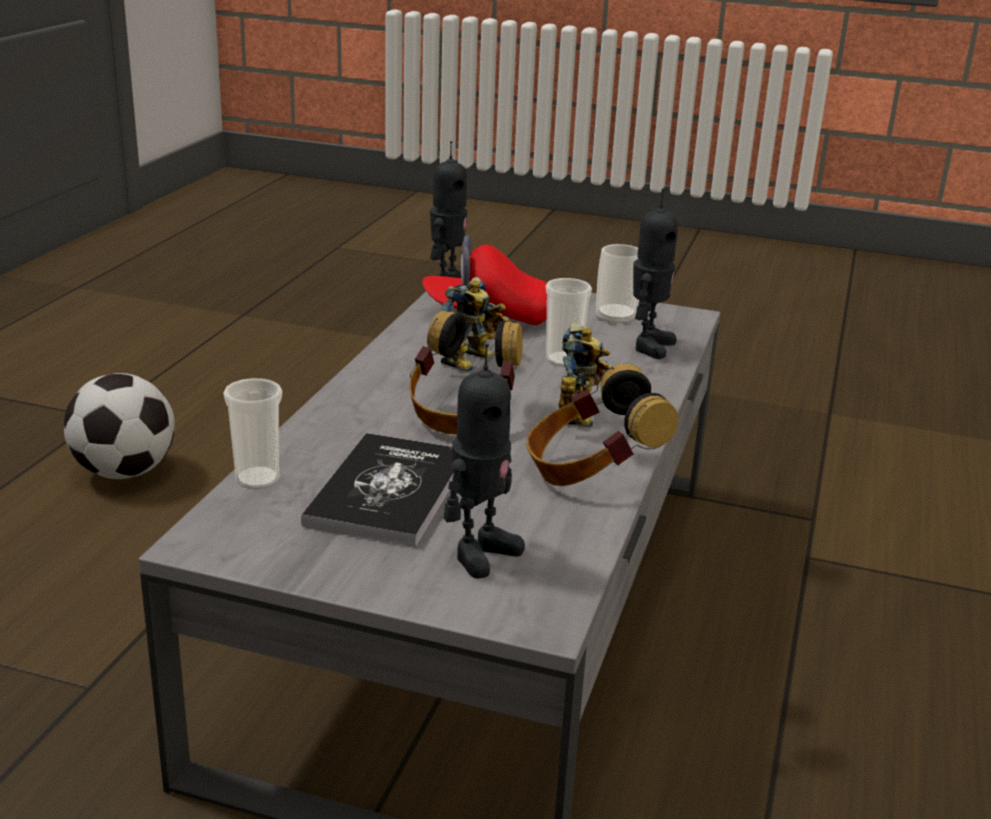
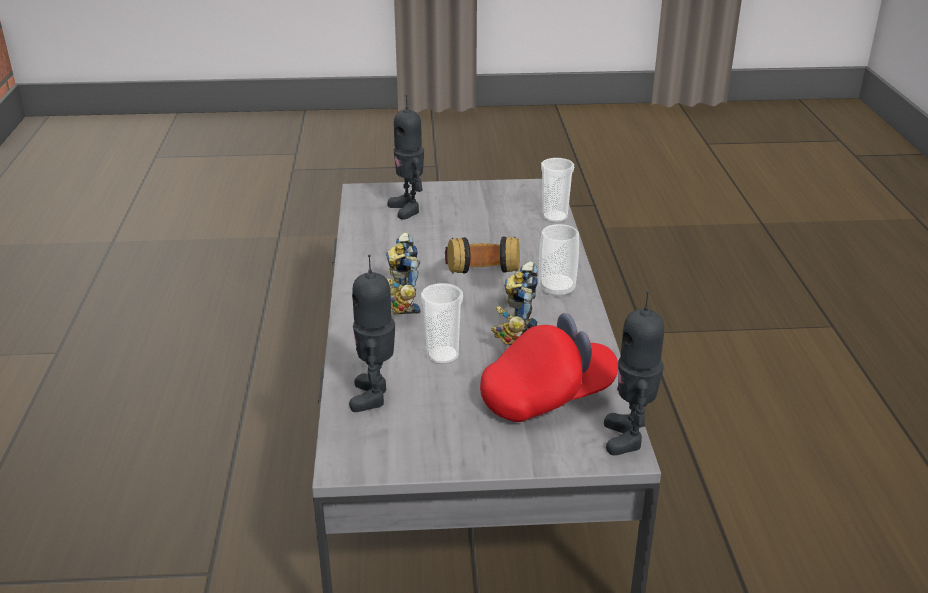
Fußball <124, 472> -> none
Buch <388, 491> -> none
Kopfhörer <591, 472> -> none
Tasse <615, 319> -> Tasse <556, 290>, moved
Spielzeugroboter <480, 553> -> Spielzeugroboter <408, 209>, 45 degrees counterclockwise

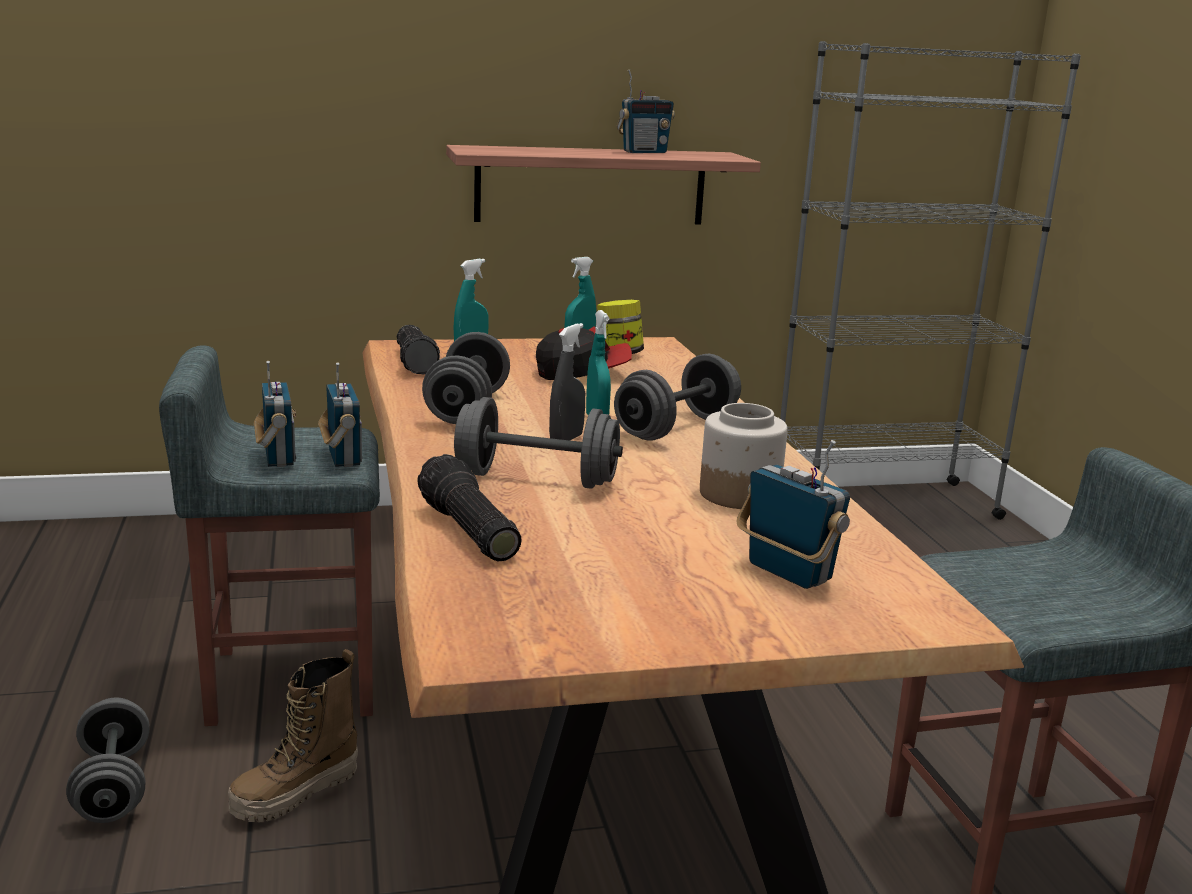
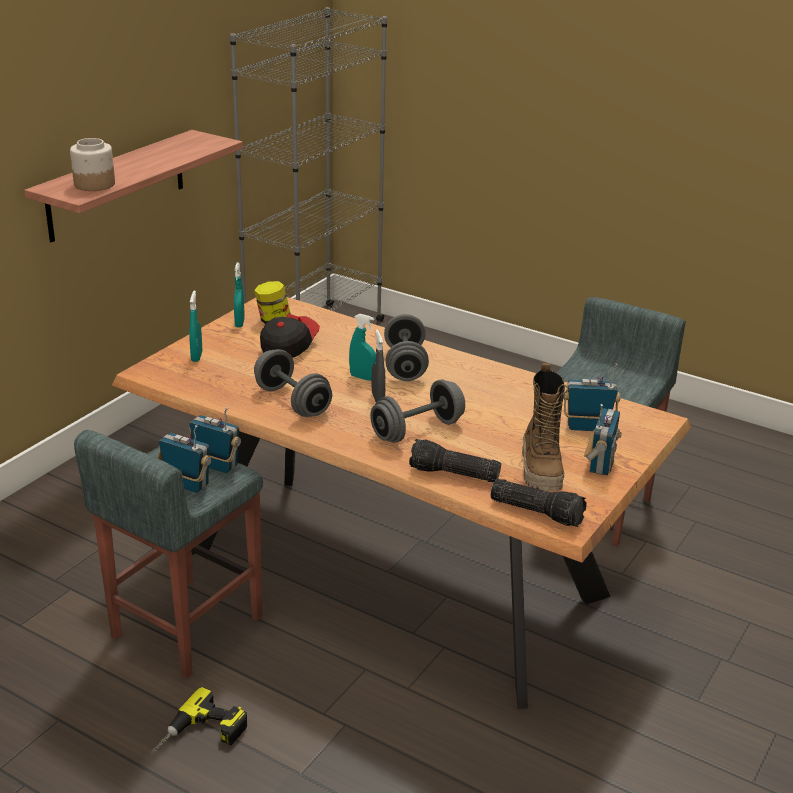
Stiefel <296, 793> -> Stiefel <541, 470>, moved
Taschenlampe <417, 362> -> Taschenlampe <537, 511>, moved
Radio <644, 152> -> Radio <600, 464>, moved
Vorratsglas <738, 494> -> Vorratsglas <94, 184>, moved
Hantel/grau <113, 786> -> Bohrmaschine <201, 737>

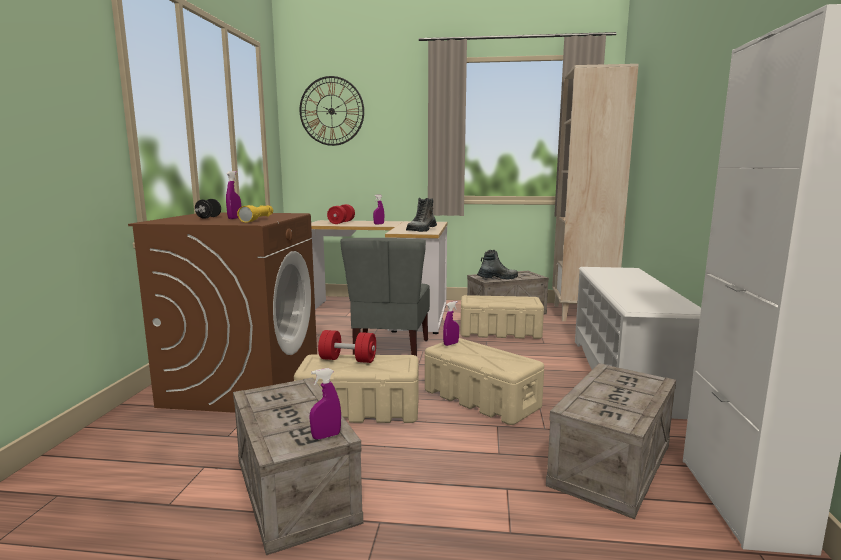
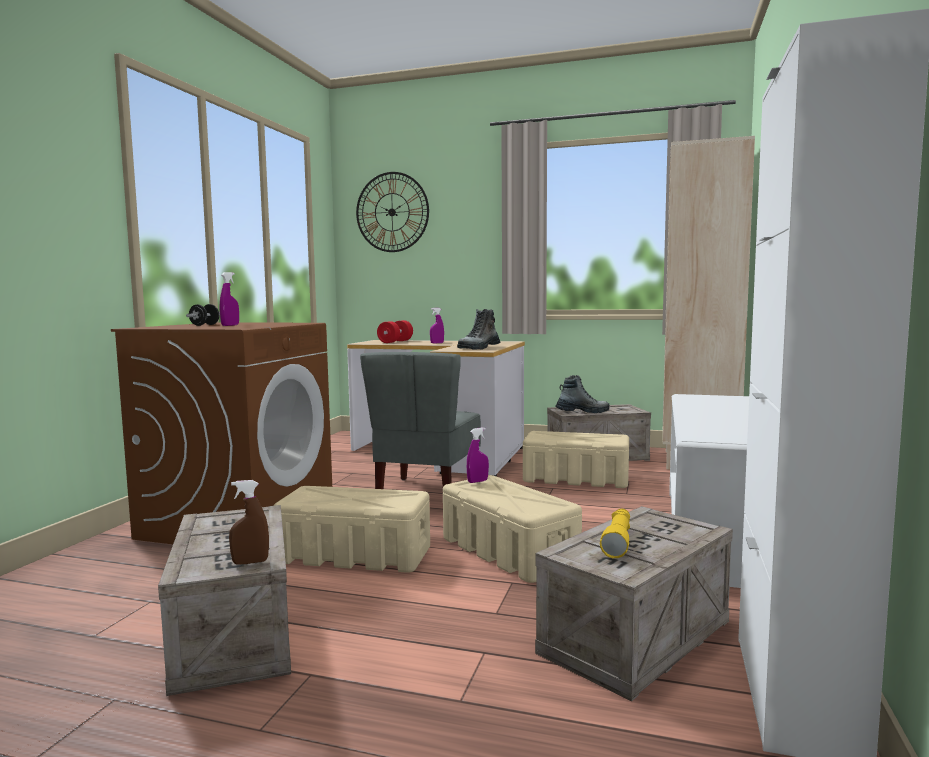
Hantel/rot <348, 360> -> none
Taschenlampe/gelb <258, 219> -> Taschenlampe/gelb <618, 541>, moved
Sprühflasche/lila <326, 436> -> Sprühflasche/braun <250, 562>

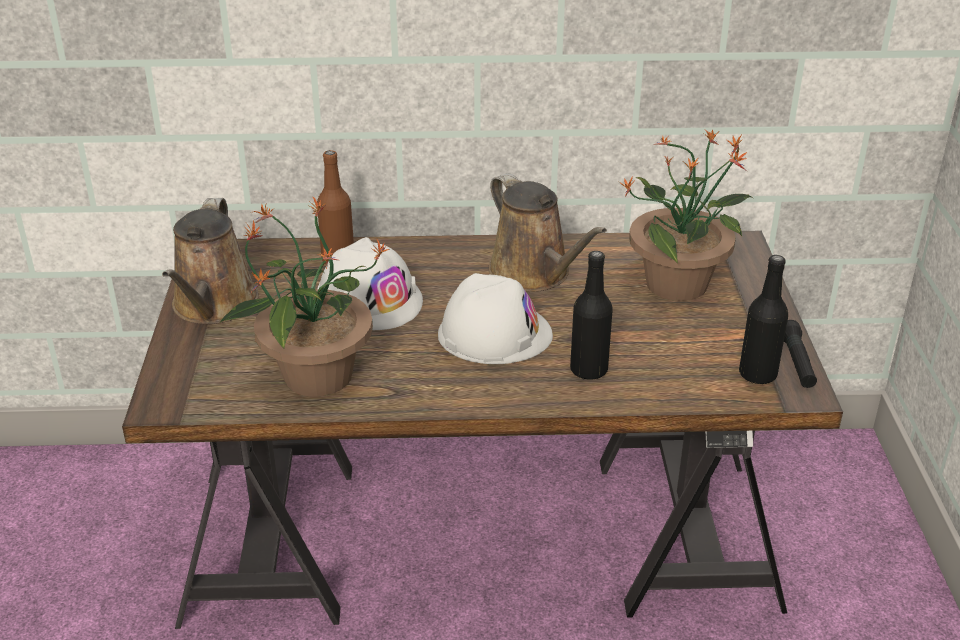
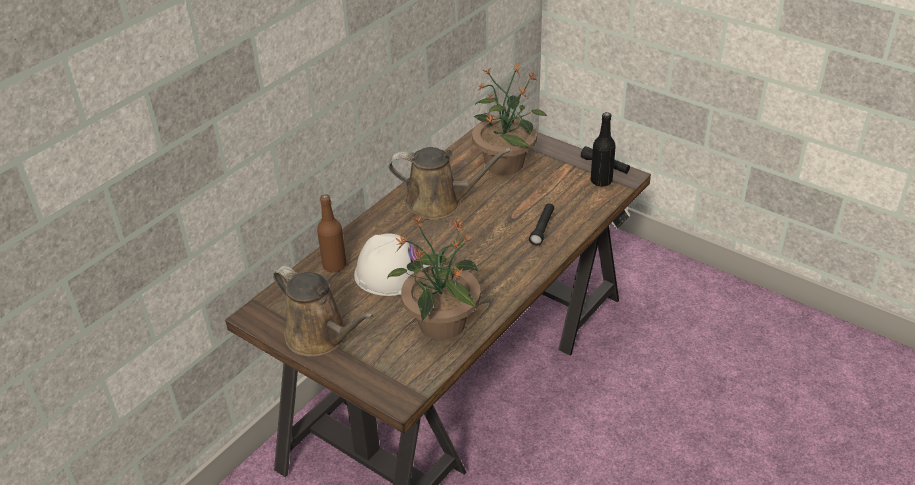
Schutzhelm/weiß <494, 333> -> none
Flasche/schwarz <588, 370> -> Taschenlampe/schwarz <542, 228>

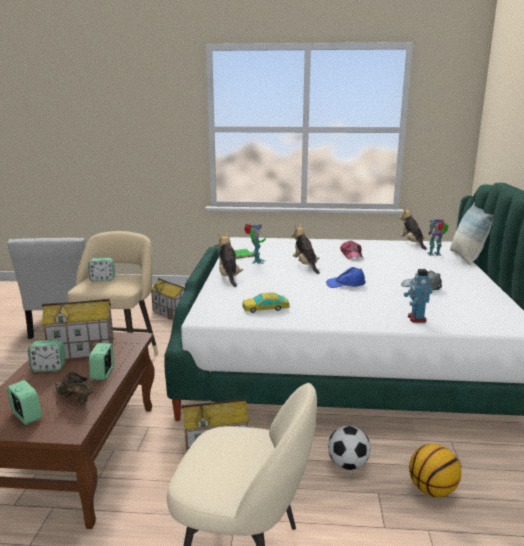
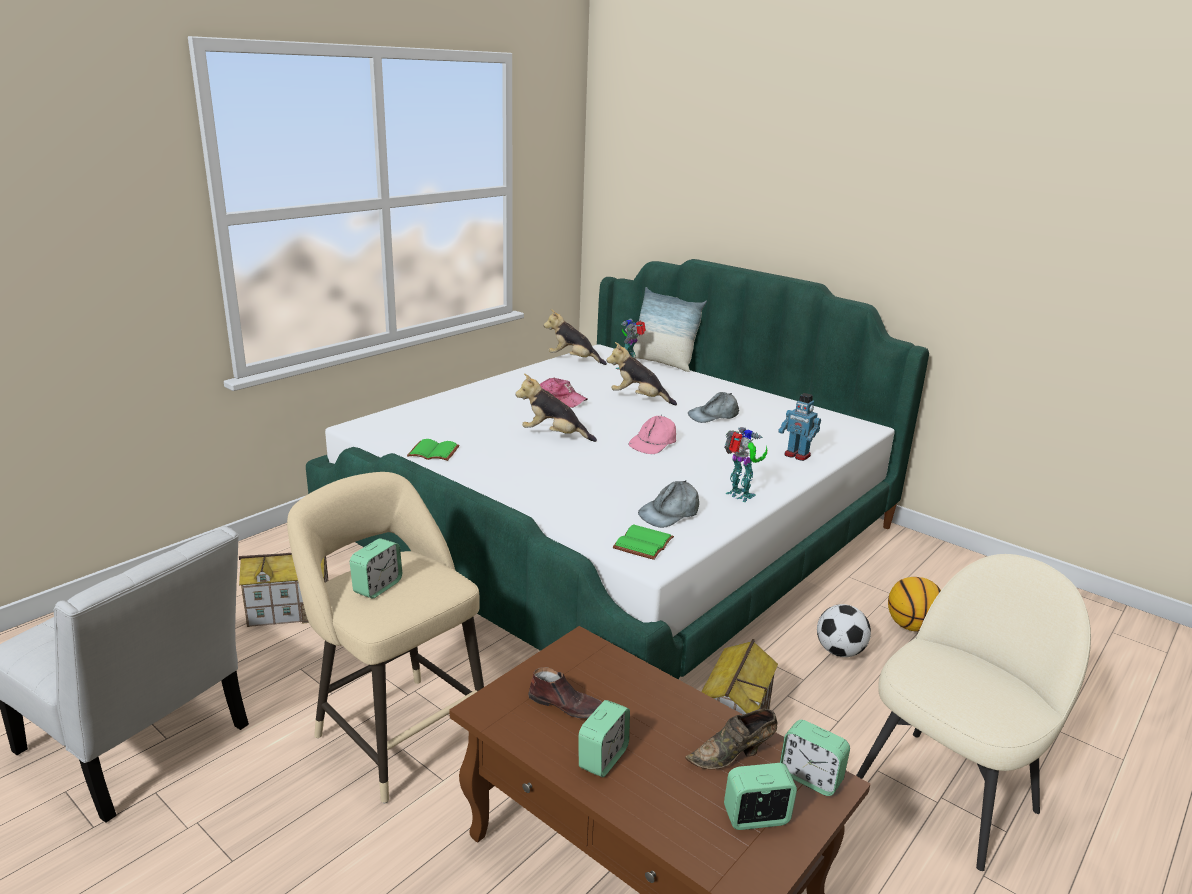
none -> Buch/grün <644, 545>
Wecker <103, 374> -> Wecker <810, 777>, moved
Plüschtier <229, 277> -> Plüschtier <639, 399>, moved
Spielzeugroboter <256, 261> -> Spielzeugroboter <740, 496>, moved
Spielzeughaus <83, 349> -> Schuh/braun <566, 705>
Spielzeugauto <265, 308> -> Kappe/grau <670, 513>
Kappe/blau <345, 284> -> Kappe/rosa <653, 443>

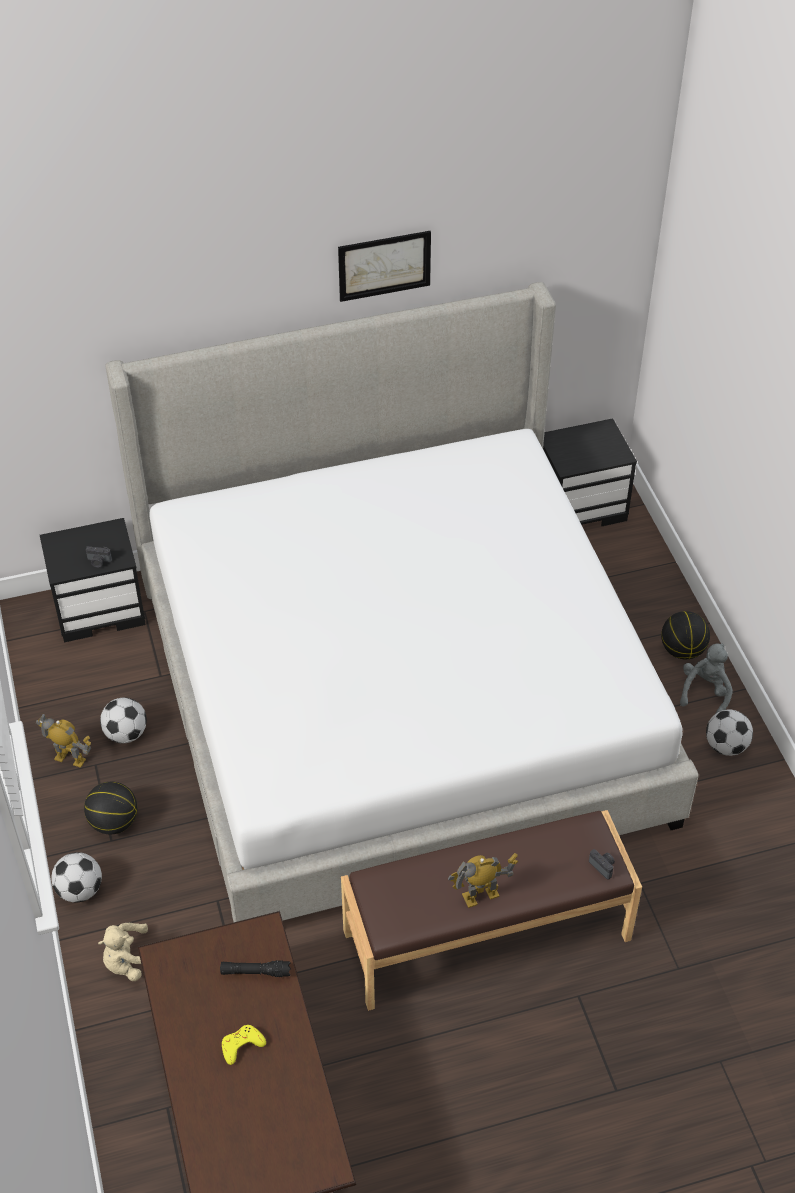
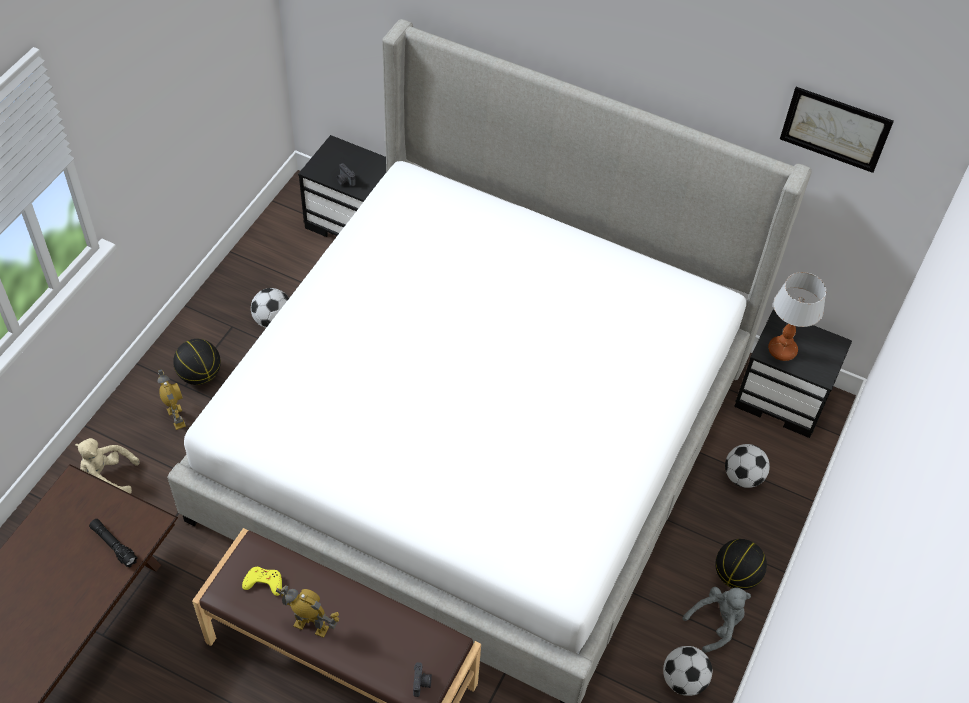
none -> Tischlampe <781, 350>
Spielzeugroboter <70, 759> -> Spielzeugroboter <176, 417>, moved
Fußball <80, 890> -> Fußball <743, 477>, moved
Gamepad/gelb <241, 1045> -> Gamepad/gelb <264, 582>, moved
Bild <384, 265> -> Bild <835, 129>, moved

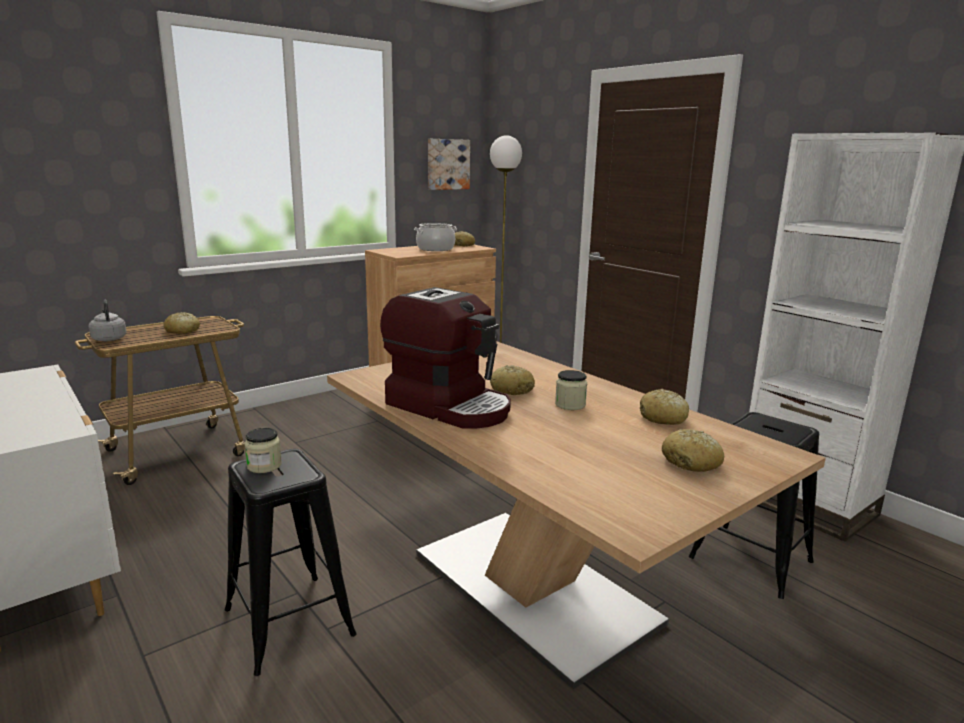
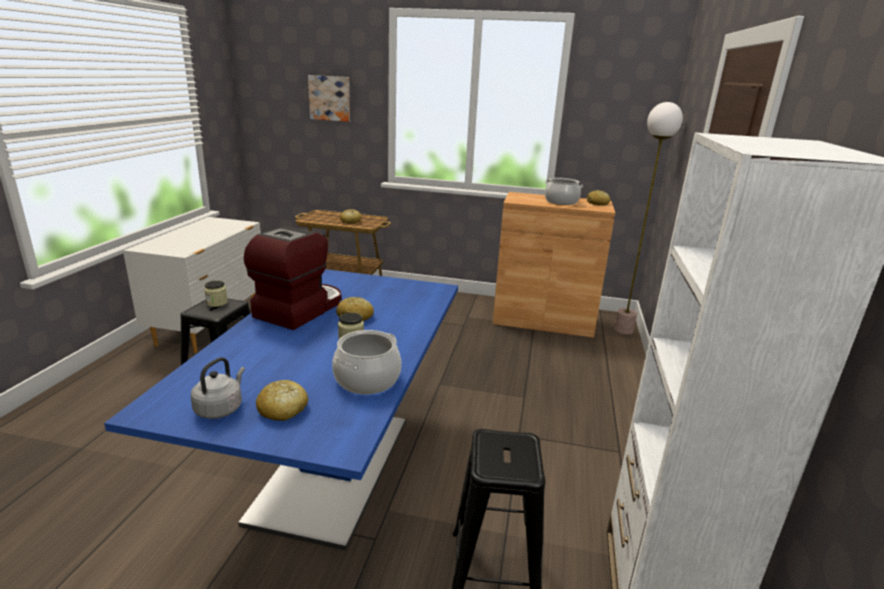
Wasserkessel/grau <109, 338> -> Wasserkessel/grau <220, 408>, moved
Bild <447, 164> -> Bild <330, 98>, moved
Brot <663, 418> -> Kochtopf <367, 380>
Esstisch/braun <533, 587> -> Esstisch/blau <333, 467>
Kaffeemaschine <450, 406> -> Kaffeemaschine <299, 309>, 150 degrees counterclockwise

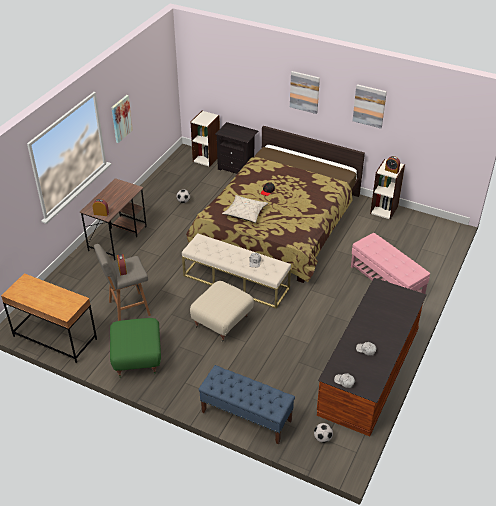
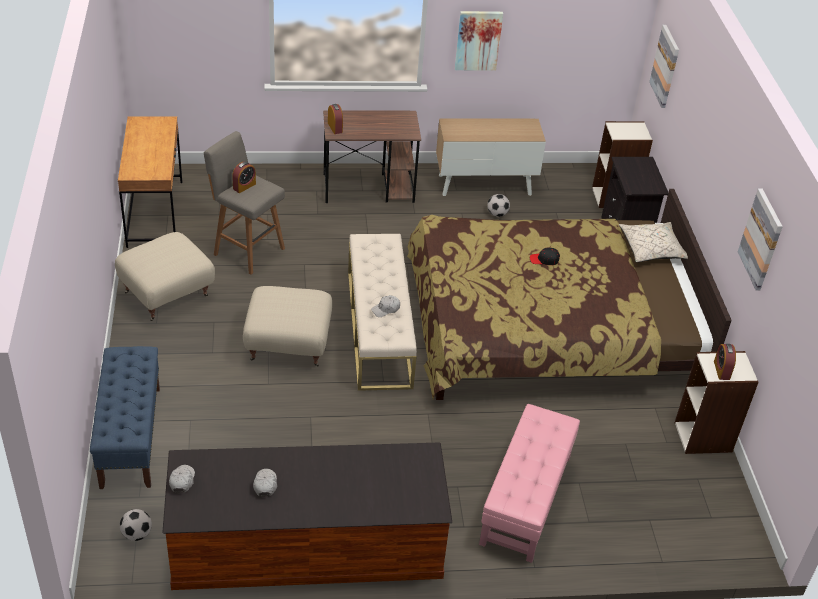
none -> Schrank <485, 184>
Kissen/beige <245, 213> -> Kissen/beige <651, 249>, moved
Bild <304, 92> -> Bild <665, 66>, moved
Polsterhocker/grün <137, 359> -> Polsterhocker/beige <166, 294>

